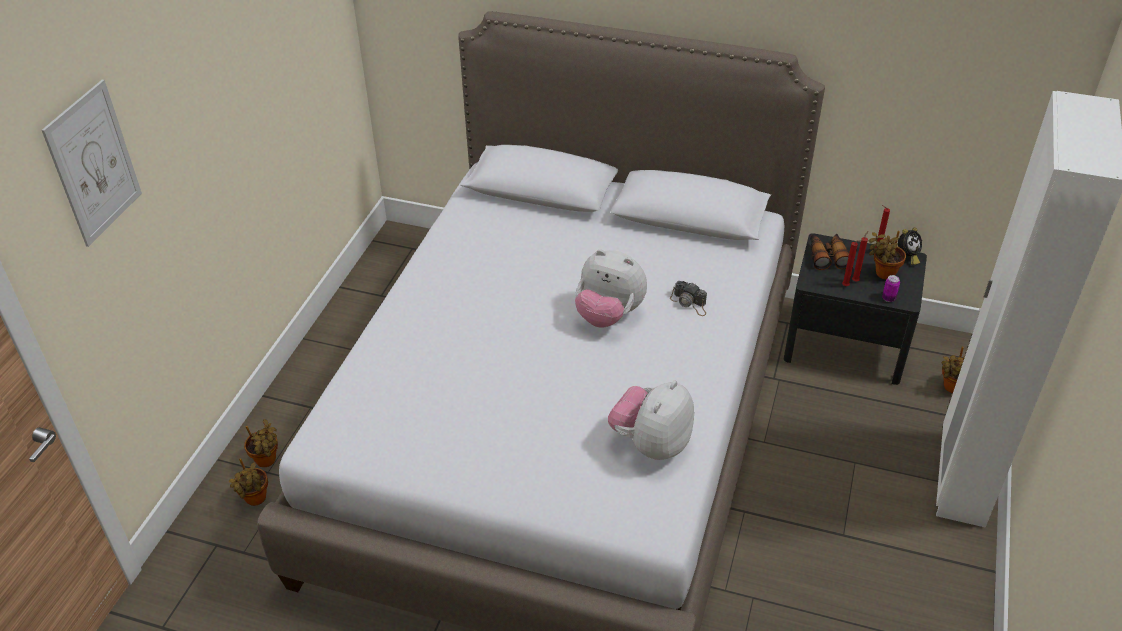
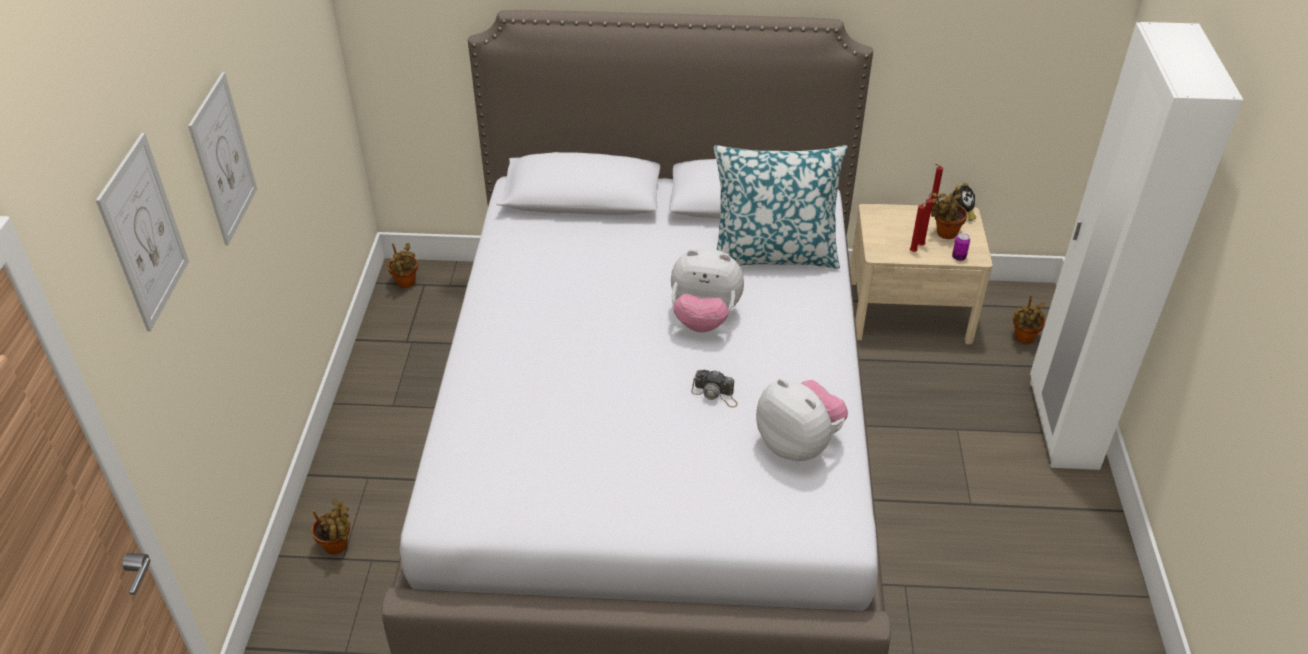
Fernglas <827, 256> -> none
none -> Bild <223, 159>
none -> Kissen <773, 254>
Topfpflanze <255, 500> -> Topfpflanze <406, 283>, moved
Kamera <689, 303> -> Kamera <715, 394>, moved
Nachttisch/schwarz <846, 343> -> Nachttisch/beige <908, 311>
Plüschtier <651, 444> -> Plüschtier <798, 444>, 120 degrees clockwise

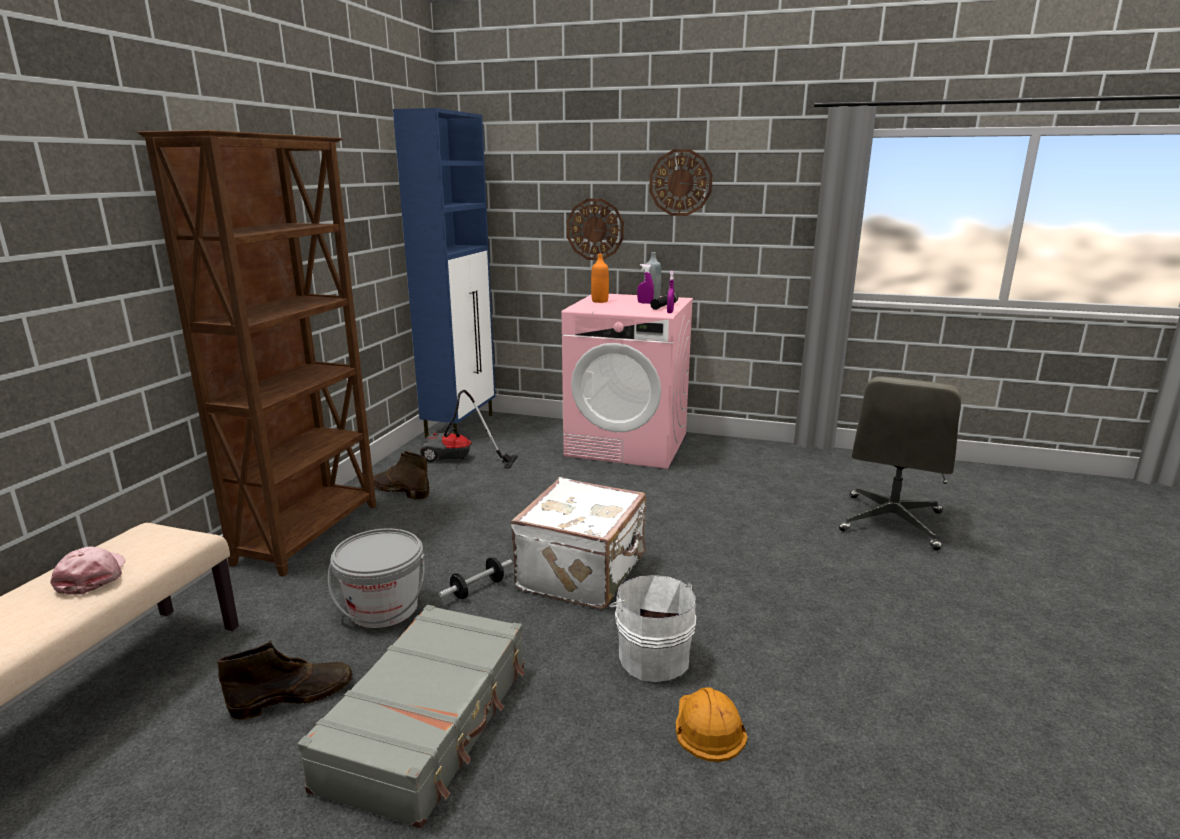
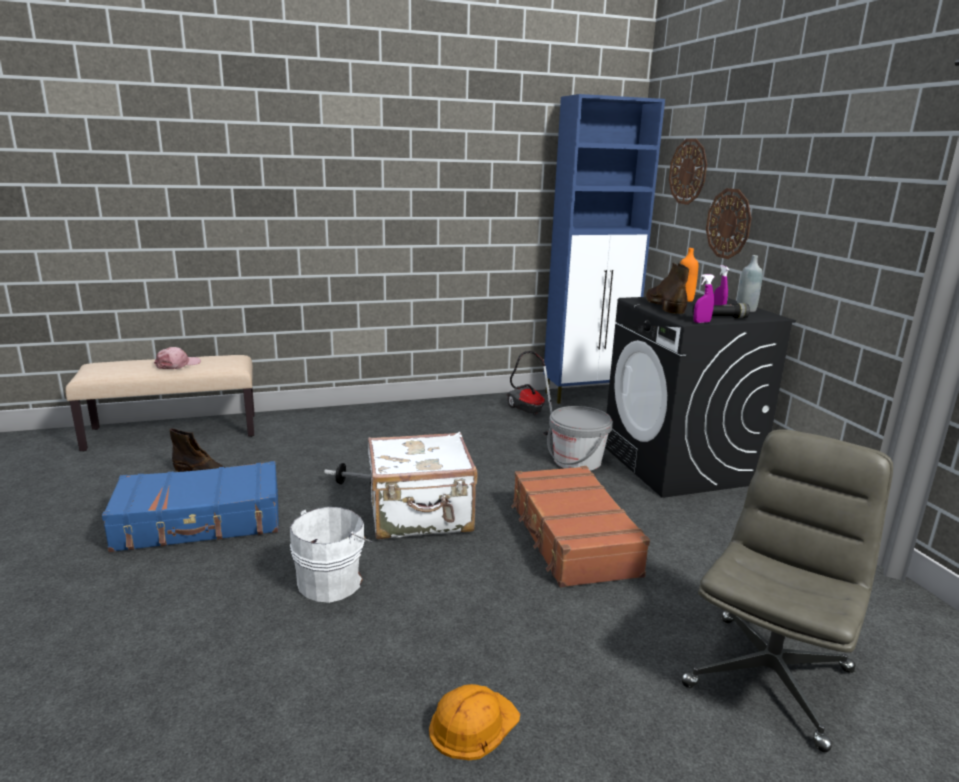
Bücherregal/braun <311, 533> -> none
none -> Koffer/braun <571, 538>
Eimer/grau <383, 608> -> Eimer/grau <577, 461>, moved
Stiefel/braun <399, 490> -> Stiefel/braun <664, 306>, moved
Wanduhr <680, 183> -> Wanduhr <688, 171>, moved
Schutzhelm/orange <708, 726> -> Schutzhelm/orange <473, 724>, moved
Koffer/grau <429, 724> -> Koffer/blau <200, 522>
Waschmaschine/rosa <628, 444> -> Waschmaschine/schwarz <679, 465>
Bürostuhl/grau <891, 522> -> Bürostuhl/grau <768, 676>, 135 degrees clockwise

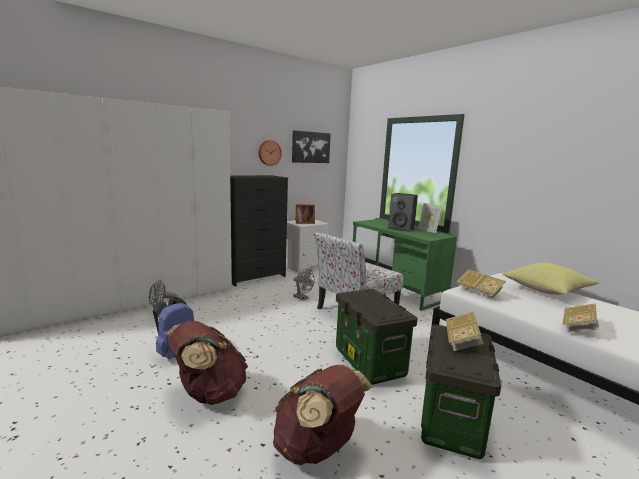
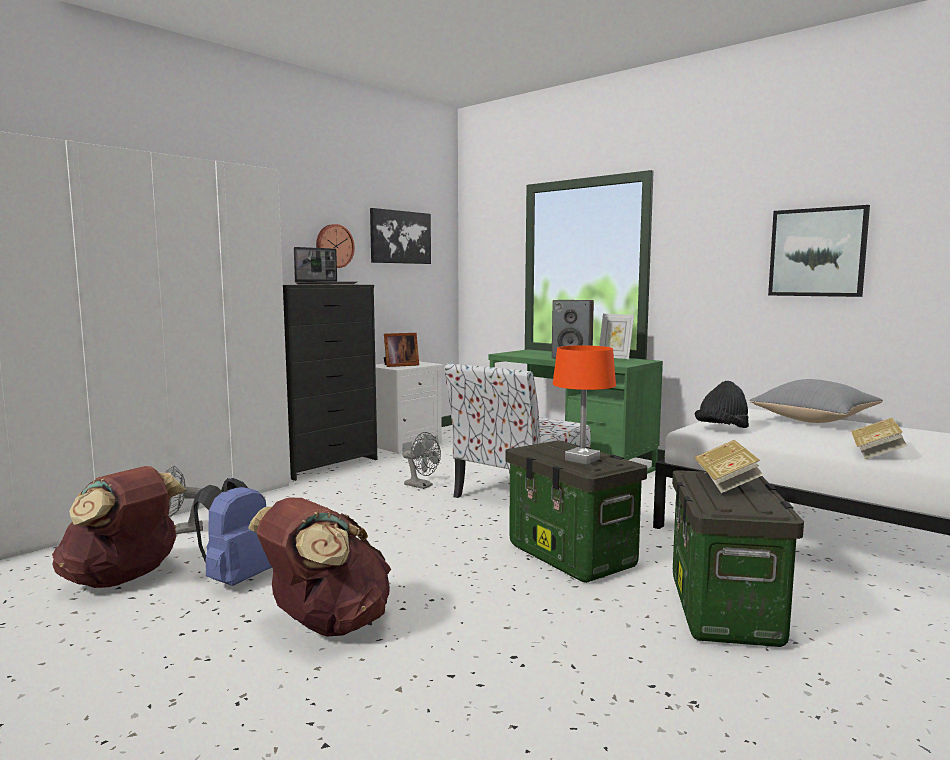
none -> Laptop <326, 284>
none -> Tischlampe/orange <582, 460>
none -> Bild <817, 252>
Rucksack/braun <317, 448> -> Rucksack/braun <123, 579>, moved
Buch <479, 292> -> Hut/schwarz <722, 429>
Kissen/gelb <547, 291> -> Kissen/grau <814, 421>

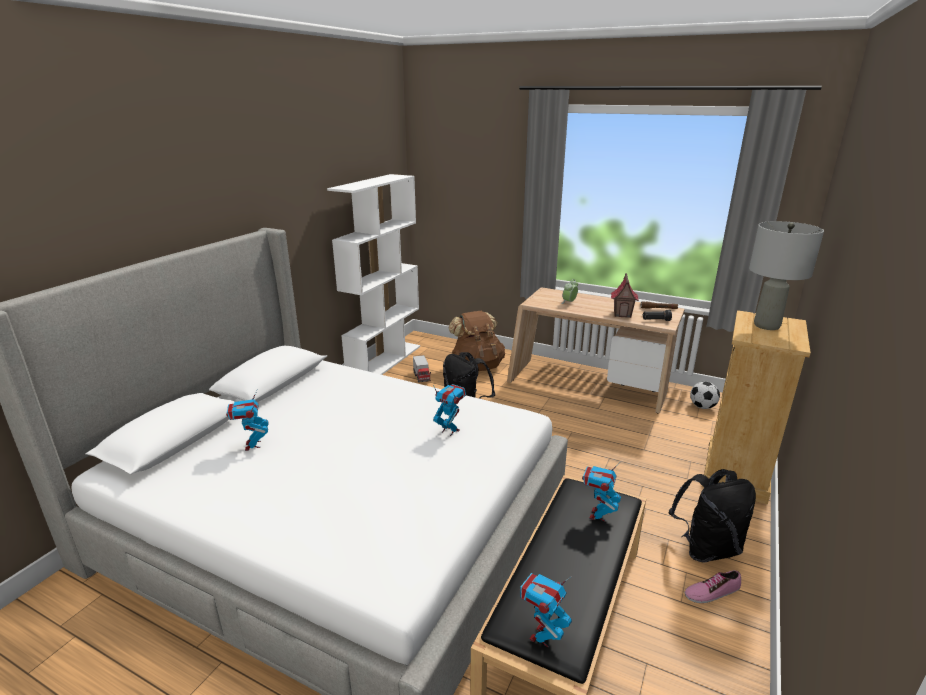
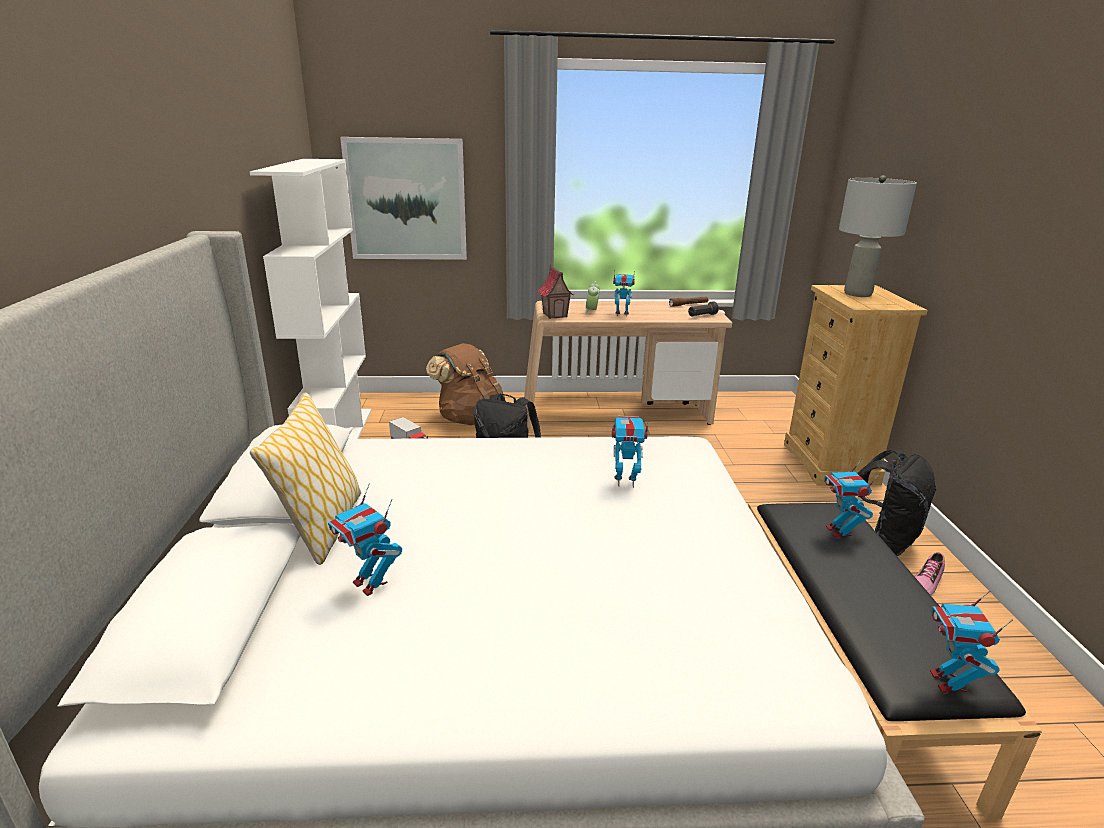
Fußball <702, 407> -> none
none -> Kissen <322, 528>
none -> Bild <406, 200>
none -> Spielzeugroboter <621, 314>
Spielzeughaus <622, 314> -> Spielzeughaus <555, 315>, moved

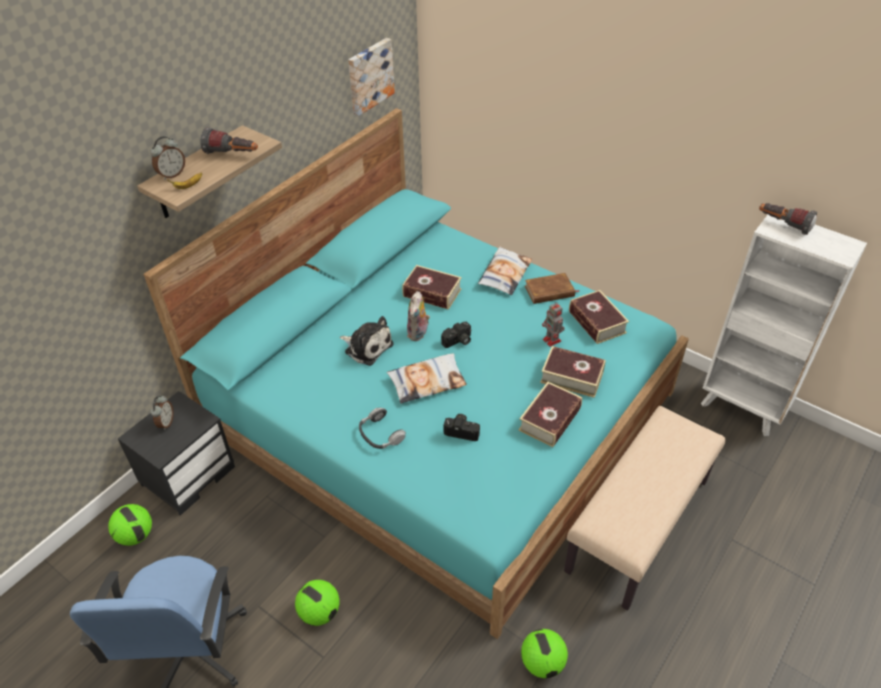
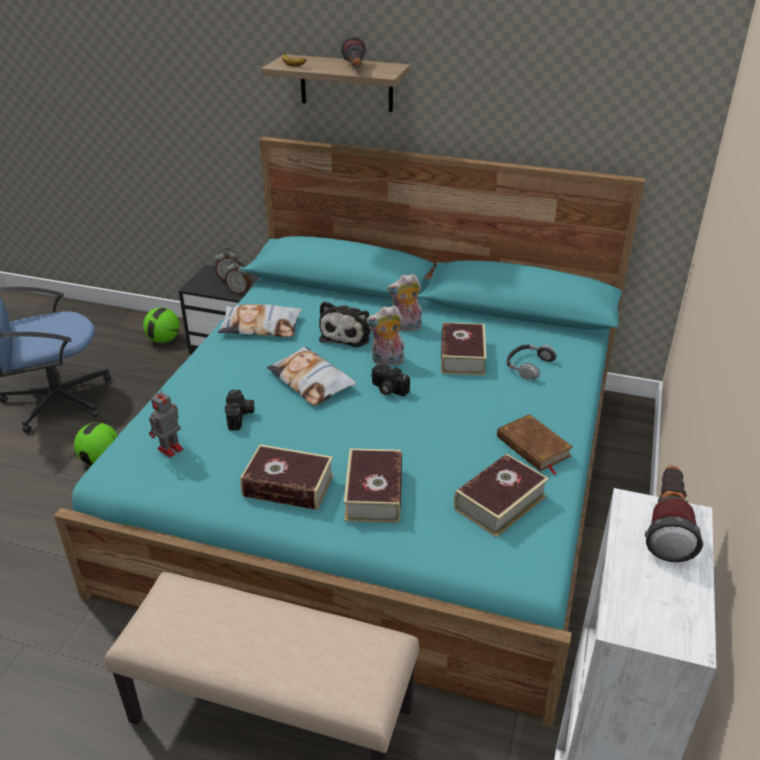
Bild <369, 76> -> none
Fußball <542, 662> -> none
none -> Plüschtier <405, 327>
Wecker <172, 174> -> Wecker <239, 292>, moved
Kopfhörer <380, 434> -> Kopfhörer <528, 366>, moved
Kissen <504, 274> -> Kissen <260, 326>, moved
Spielzeugroboter <552, 341> -> Spielzeugroboter <169, 449>, moved

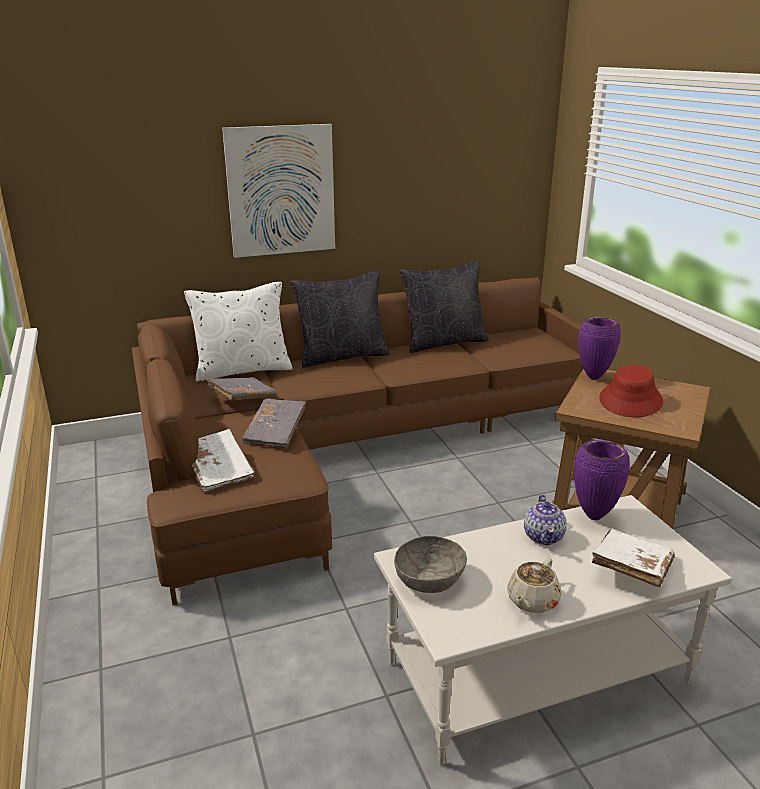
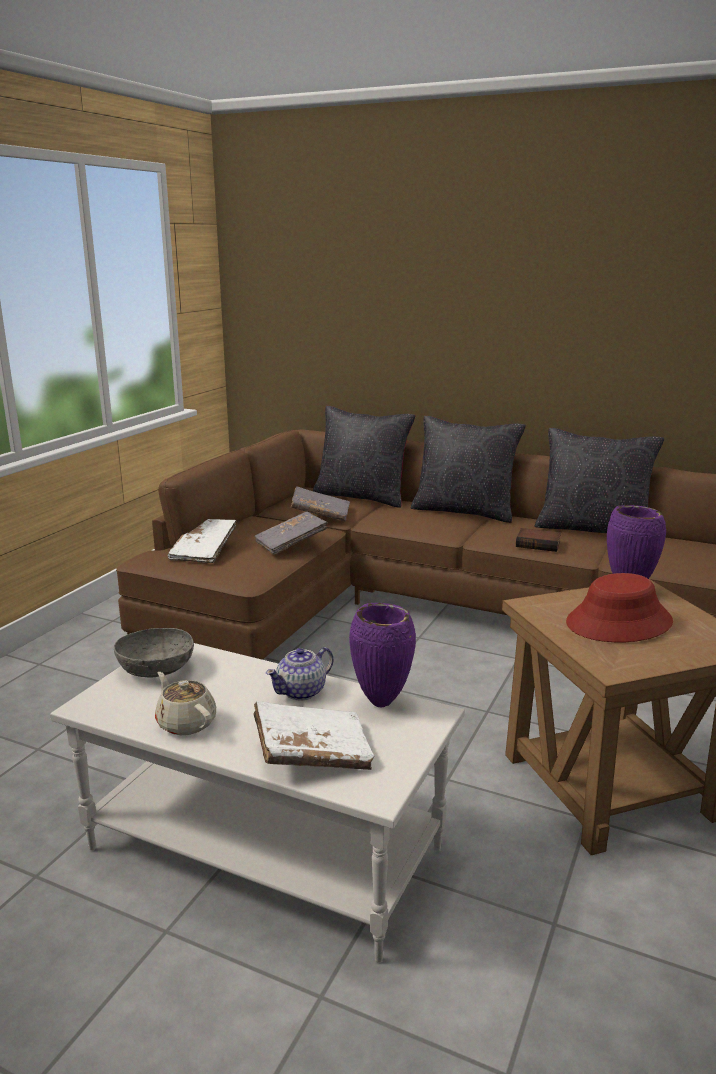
Bild <281, 191> -> none
none -> Buch <539, 544>
Kissen/weiß <242, 370> -> Kissen/schwarz <362, 496>
Teekanne/beige <532, 601> -> Teekanne/beige <186, 723>, 60 degrees clockwise

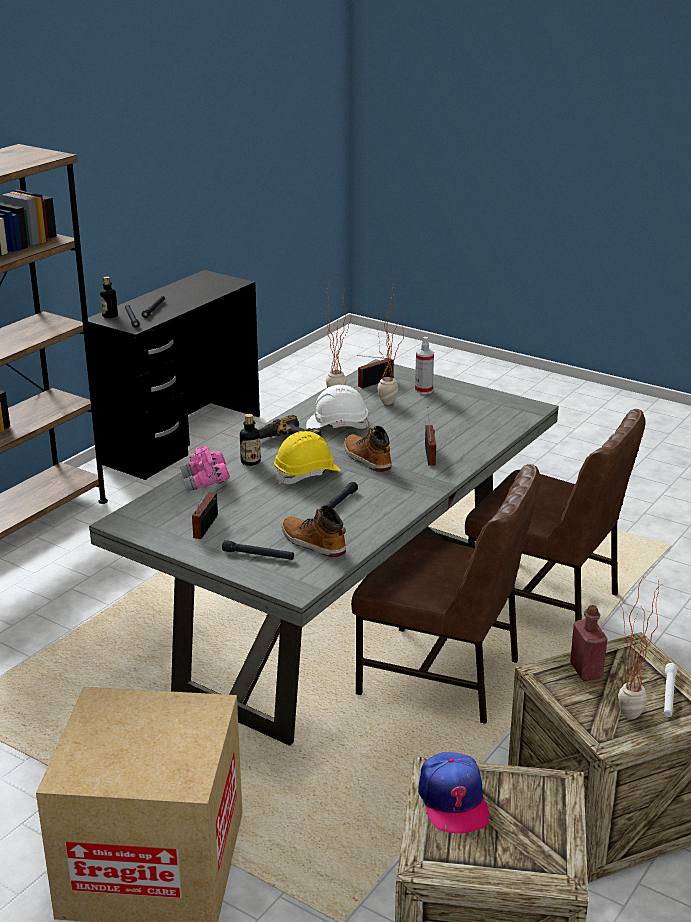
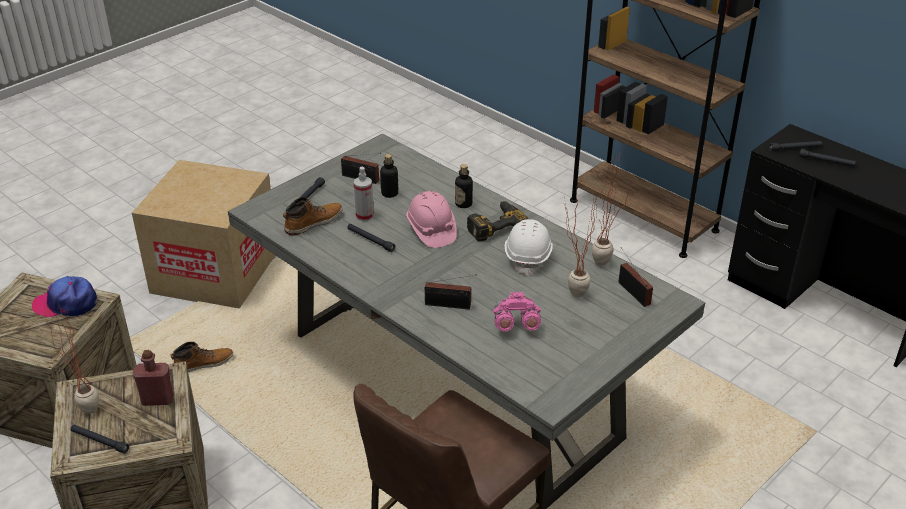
Stuhl/braun <442, 678> -> none
Flasche <110, 316> -> Flasche <389, 193>, moved
Fernglas/rosa <206, 483> -> Fernglas/rosa <515, 324>, moved
Stiefel <366, 459> -> Stiefel <204, 363>, moved
Sprühflasche <423, 390> -> Sprühflasche <364, 216>, moved
Schutzhelm/gelb <307, 474> -> Schutzhelm/rosa <431, 230>
Taschenlampe/weiß <669, 695> -> Taschenlampe/schwarz <99, 441>

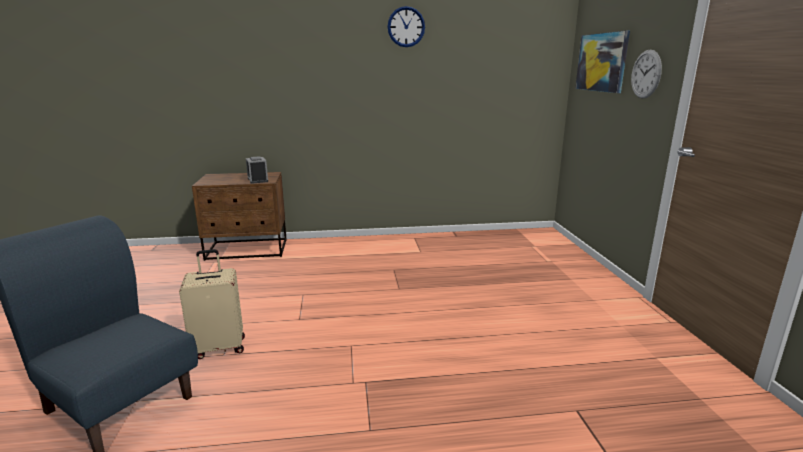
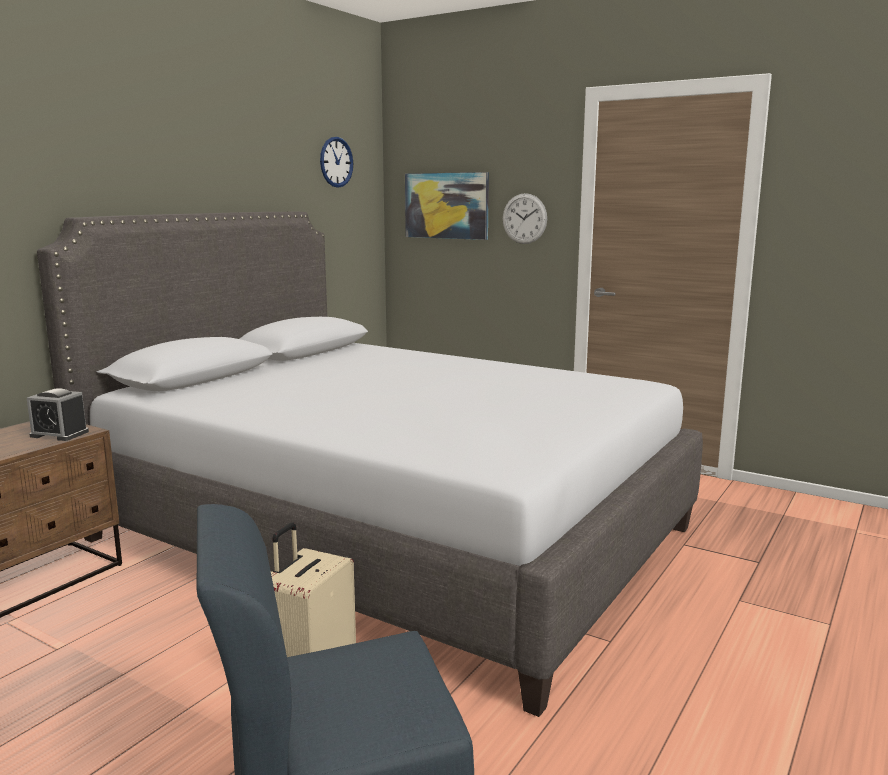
none -> Bett/grau <389, 534>
Wanduhr <406, 27> -> Wanduhr <336, 162>, moved

